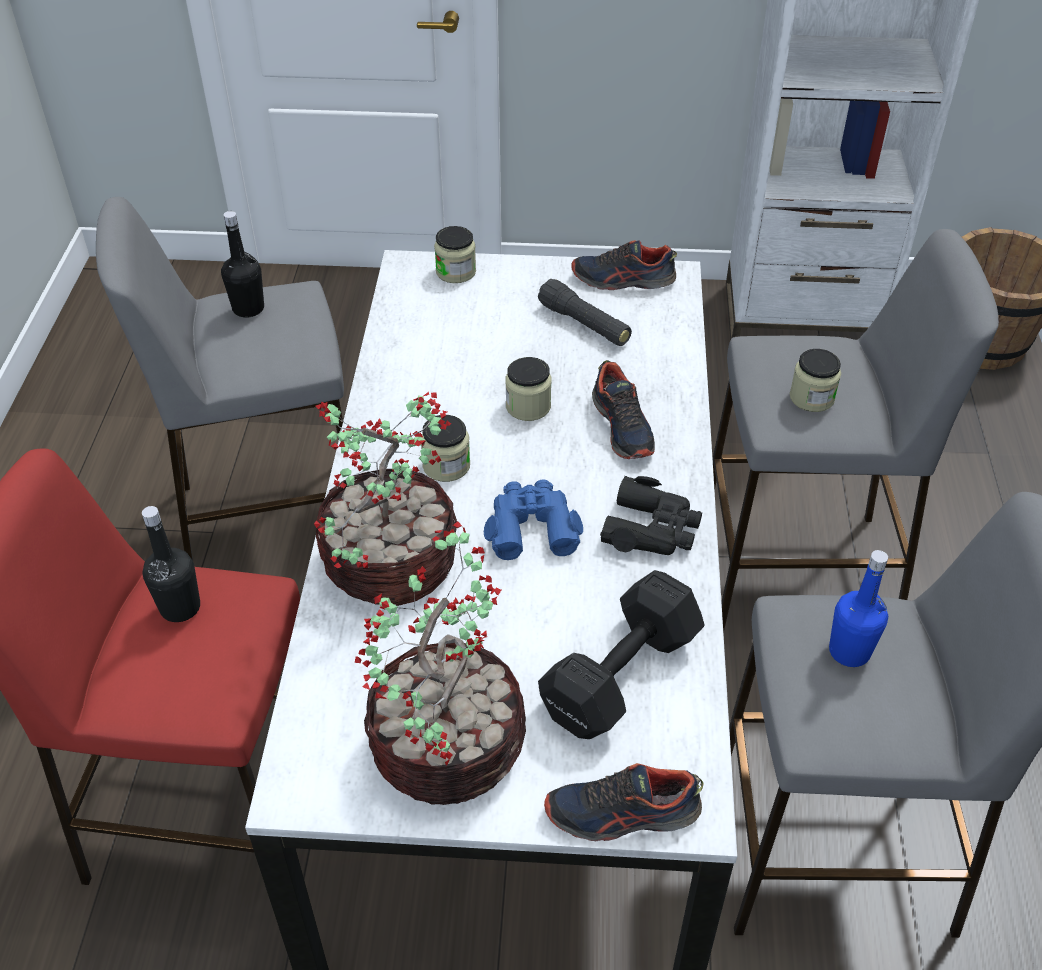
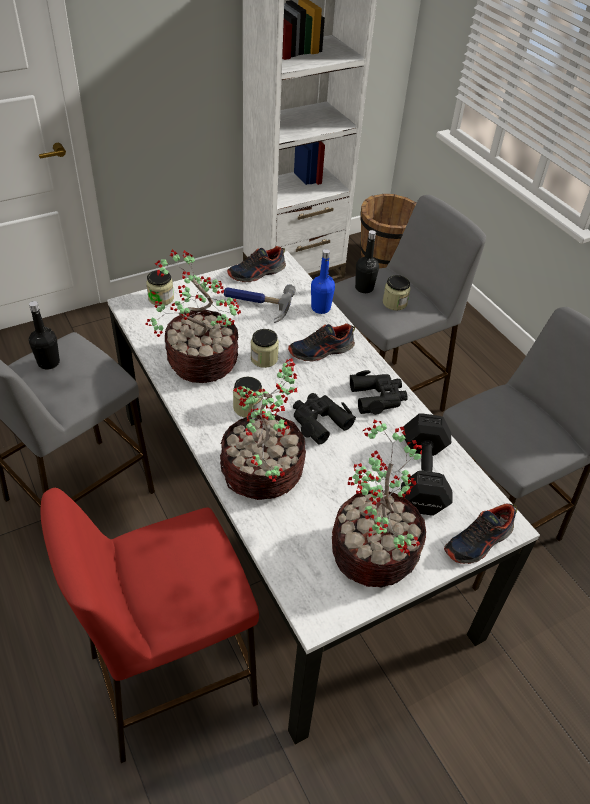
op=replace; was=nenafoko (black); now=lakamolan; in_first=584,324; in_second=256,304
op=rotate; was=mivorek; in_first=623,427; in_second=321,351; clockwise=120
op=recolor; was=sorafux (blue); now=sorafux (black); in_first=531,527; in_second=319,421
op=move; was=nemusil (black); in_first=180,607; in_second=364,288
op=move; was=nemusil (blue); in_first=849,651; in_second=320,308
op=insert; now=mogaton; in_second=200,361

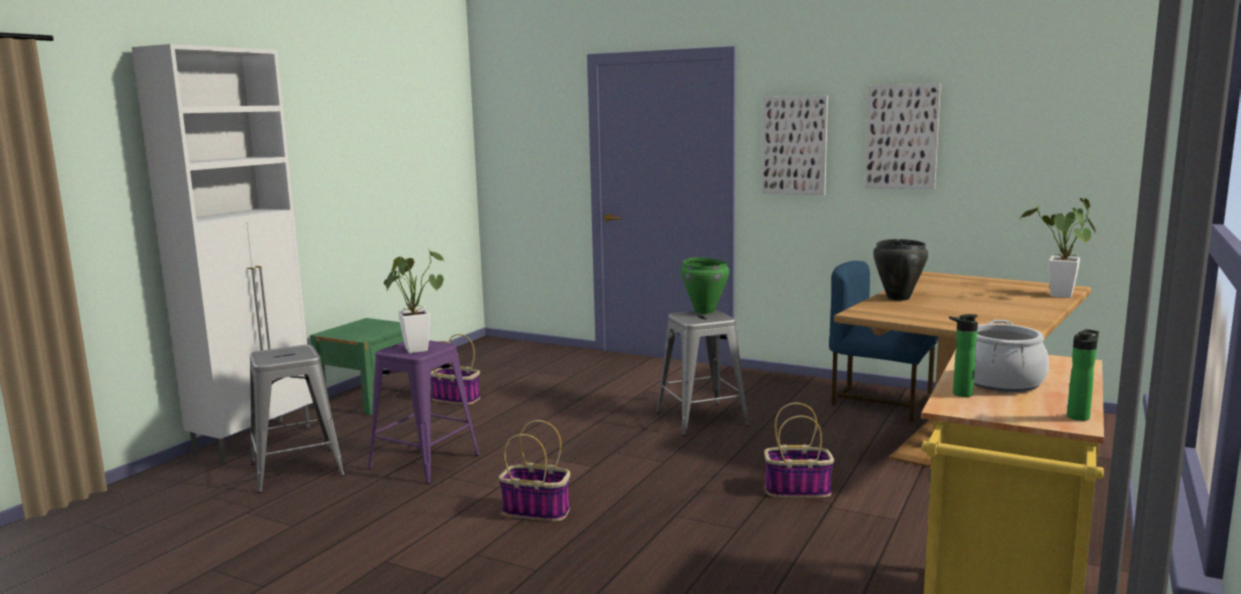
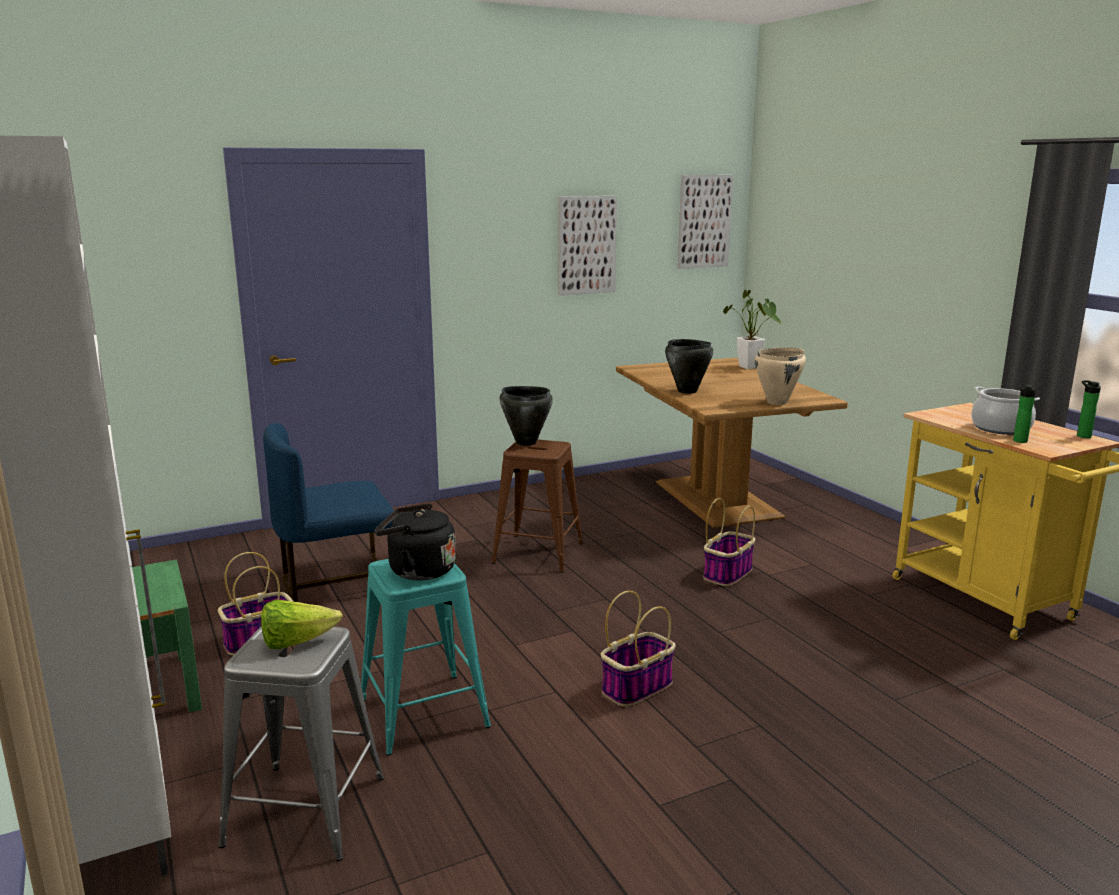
op=move; was=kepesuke; in_first=794,145; in_second=704,221
op=replace; was=mogaton; now=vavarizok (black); in_first=416,348; in_second=417,571
op=recolor; was=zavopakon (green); now=zavopakon (black); in_first=704,311; in_second=525,442
op=move; was=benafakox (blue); in_first=879,402; in_second=337,581
op=recolor; was=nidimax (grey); now=nidimax (brown); in_first=701,419; in_second=538,553
op=recolor; was=nidimax (purple); now=nidimax (turquoise); in_first=424,462; in_second=424,713
op=insert; now=zavopakon (beige); in_second=777,402
op=insert; now=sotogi; in_second=296,642

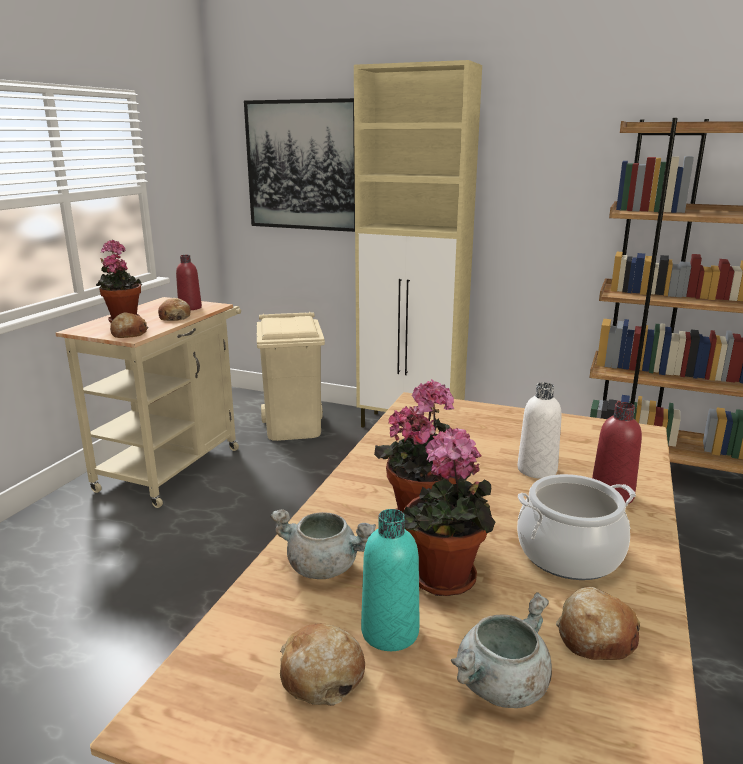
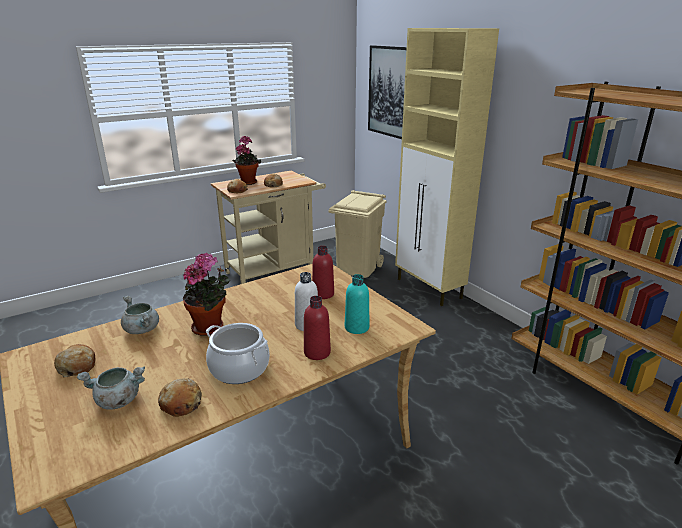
op=move; was=nemusil (red); in_first=190,308; in_second=323,294
op=delete; was=mogaton; in_first=445,582
op=move; was=nemusil (turquoise); in_first=390,631; in_second=356,327

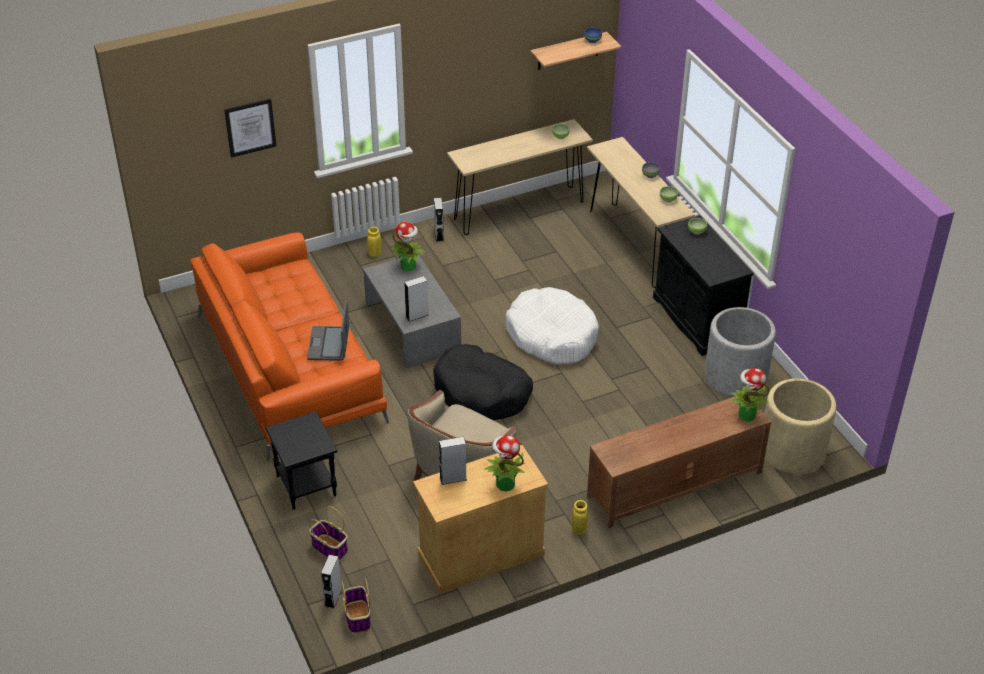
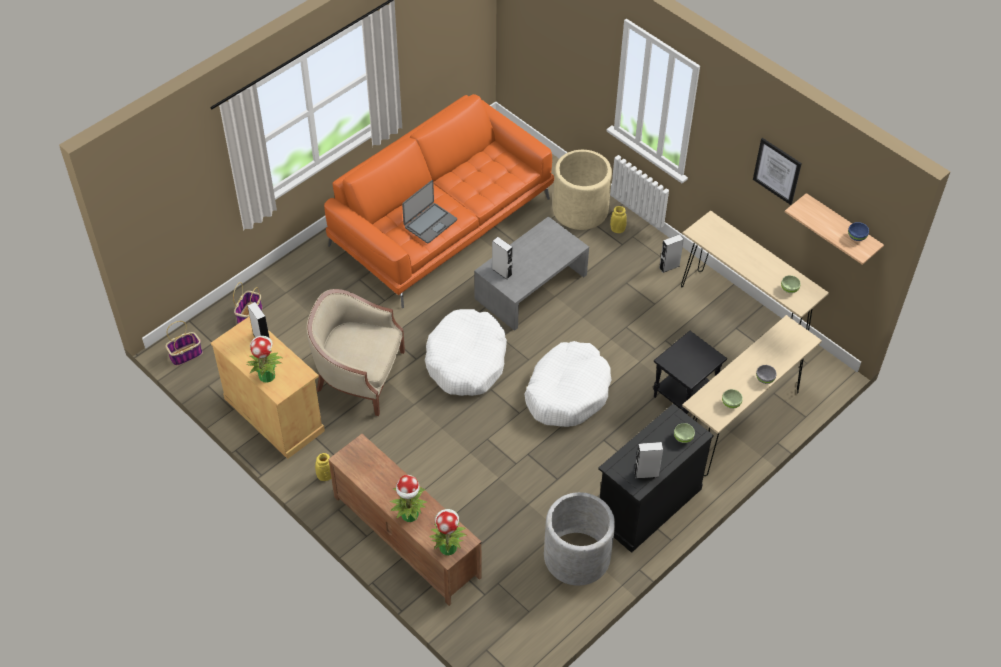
op=move; was=kepesuke; in_first=250,127; in_second=777,171
op=move; was=mogaton; in_first=408,266; in_second=410,515
op=rotate; was=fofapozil; in_first=329,344; in_second=430,223; clockwise=150
op=recolor; was=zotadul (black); now=zotadul (white); in_first=482,393; in_second=466,361
op=move; was=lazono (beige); in_first=792,451; in_second=580,210
op=move; was=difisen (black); in_first=305,485; in_second=683,395
op=move; was=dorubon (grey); in_first=333,597; in_second=646,473

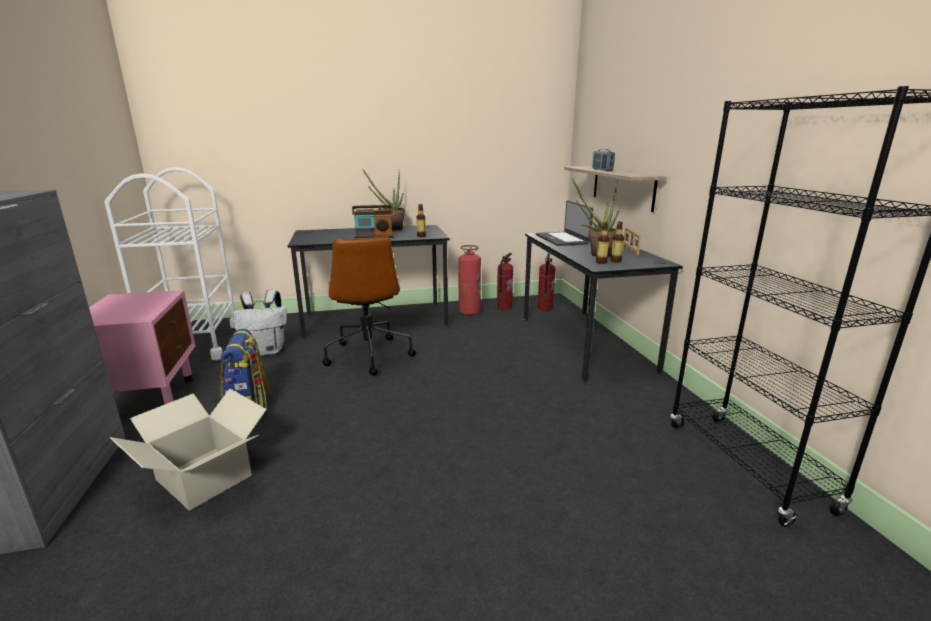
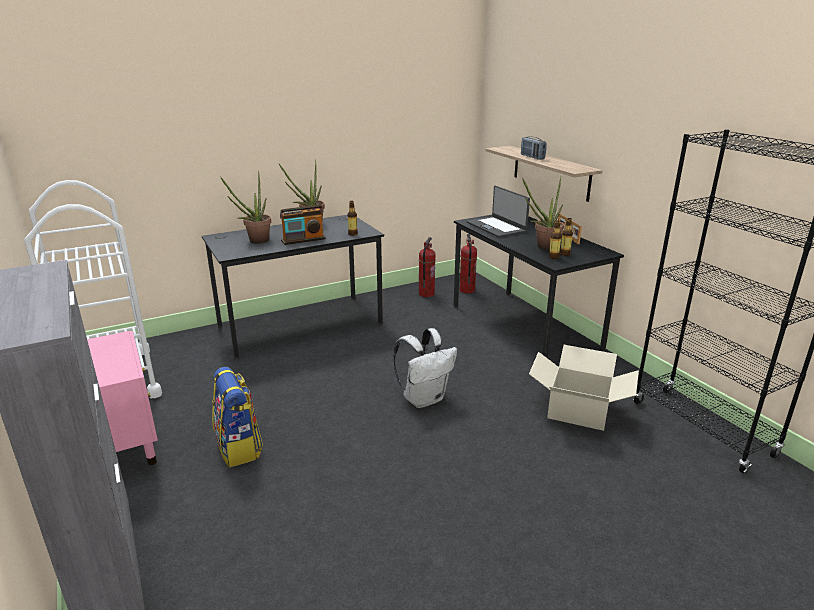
op=delete; was=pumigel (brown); in_first=368,355
op=delete; was=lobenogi; in_first=469,312
op=move; was=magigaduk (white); in_first=266,351; in_second=424,398
op=move; was=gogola; in_first=204,476; in_second=578,410
op=insert; now=mogaton; in_second=255,241

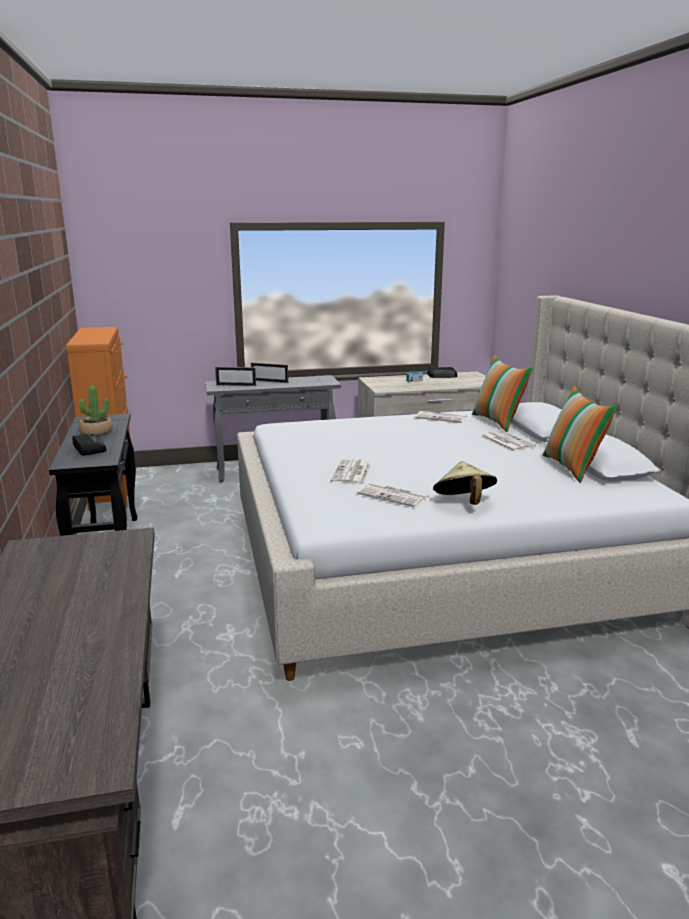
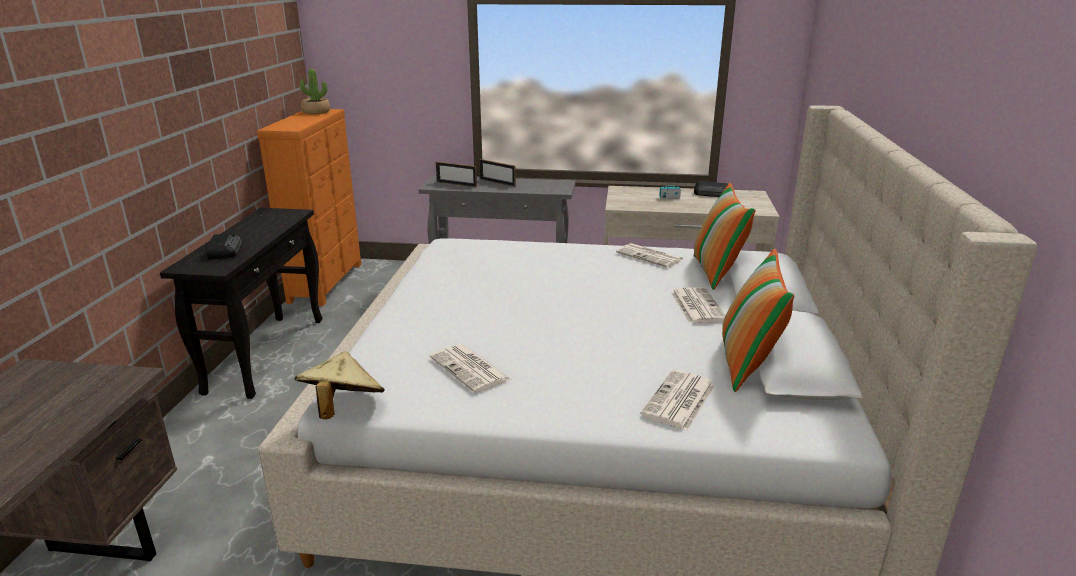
op=move; was=mogaton; in_first=96,432; in_second=316,112
op=move; was=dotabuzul; in_first=352,473; in_second=679,401
op=move; was=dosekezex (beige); in_first=463,503; in_second=342,408

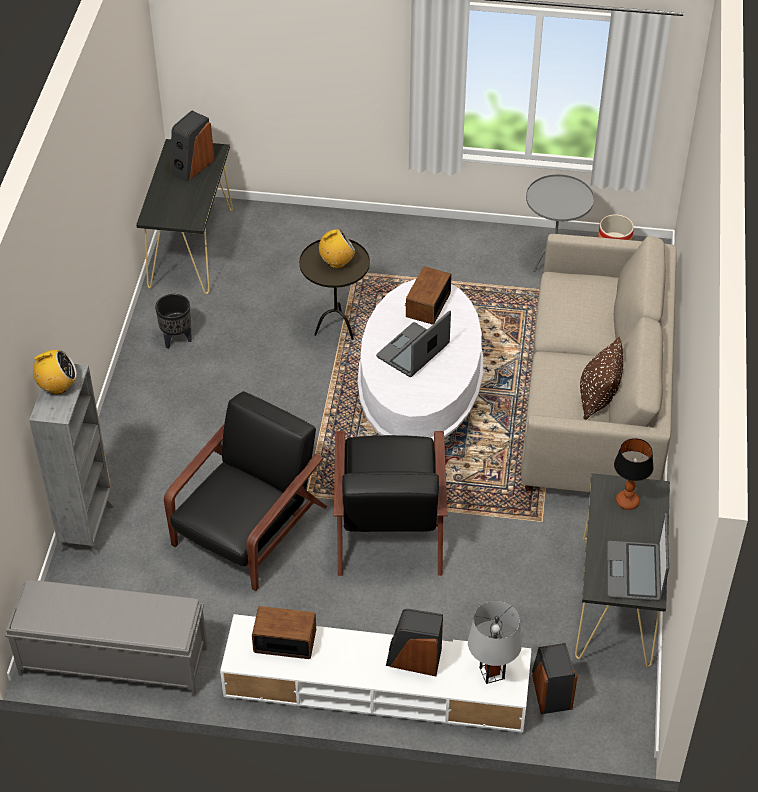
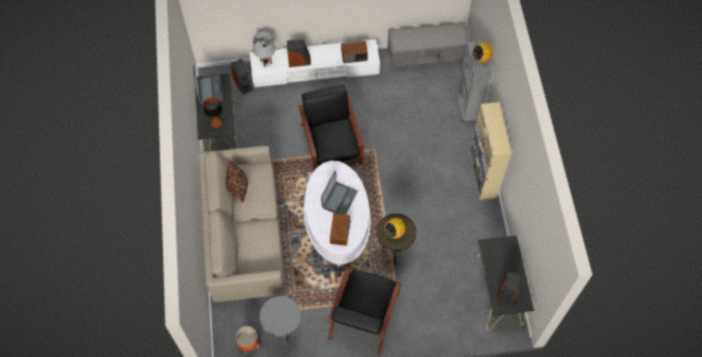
op=delete; was=lazono (black); in_first=176,339
op=move; was=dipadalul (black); in_first=248,528; in_second=364,315
op=insert; now=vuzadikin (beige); in_second=482,175

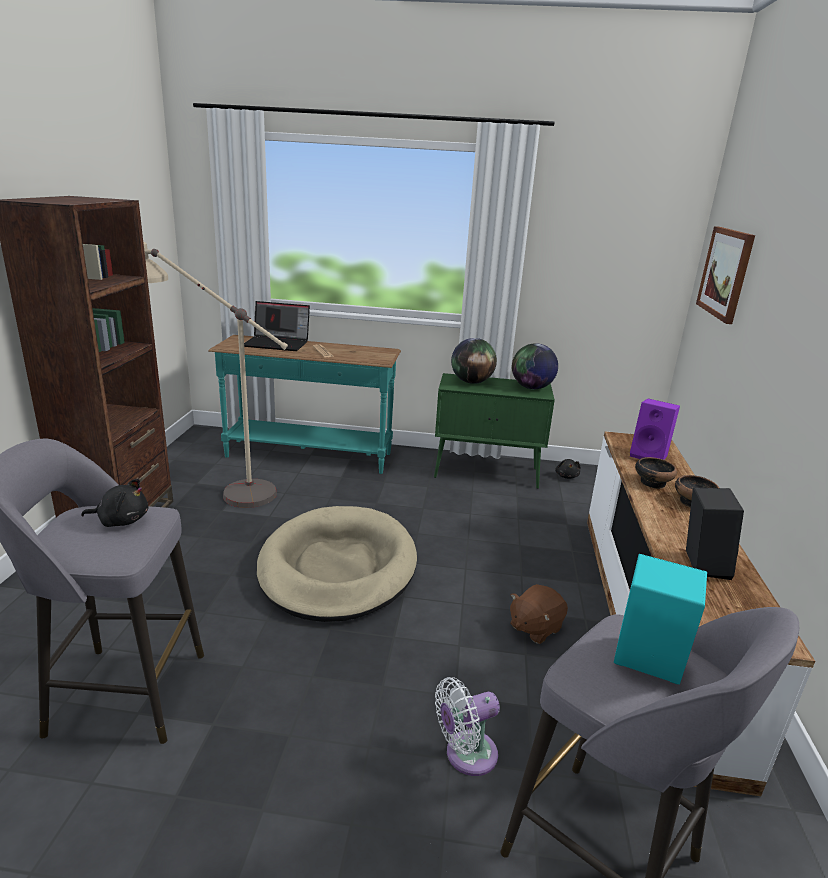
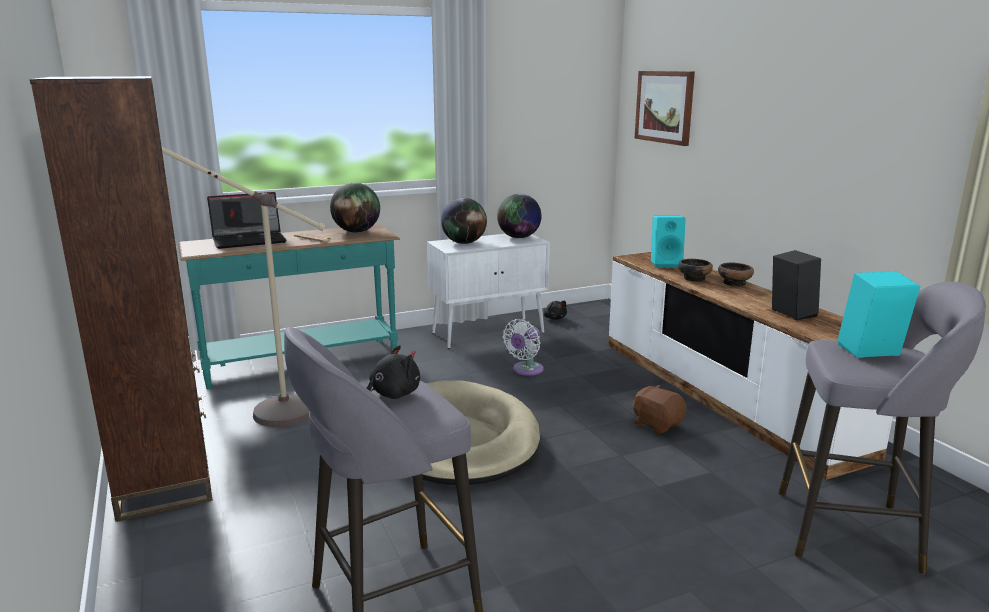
op=recolor; was=vuzadikin (green); now=vuzadikin (white); in_first=487,473; in_second=489,333
op=recolor; was=dorubon (purple); now=dorubon (turquoise); in_first=650,455; in_second=666,263
op=rotate; was=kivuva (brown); in_first=534,627; in_second=657,424; clockwise=120
op=move; was=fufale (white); in_first=466,755; in_second=526,370
op=insert; now=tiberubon; in_second=357,231

